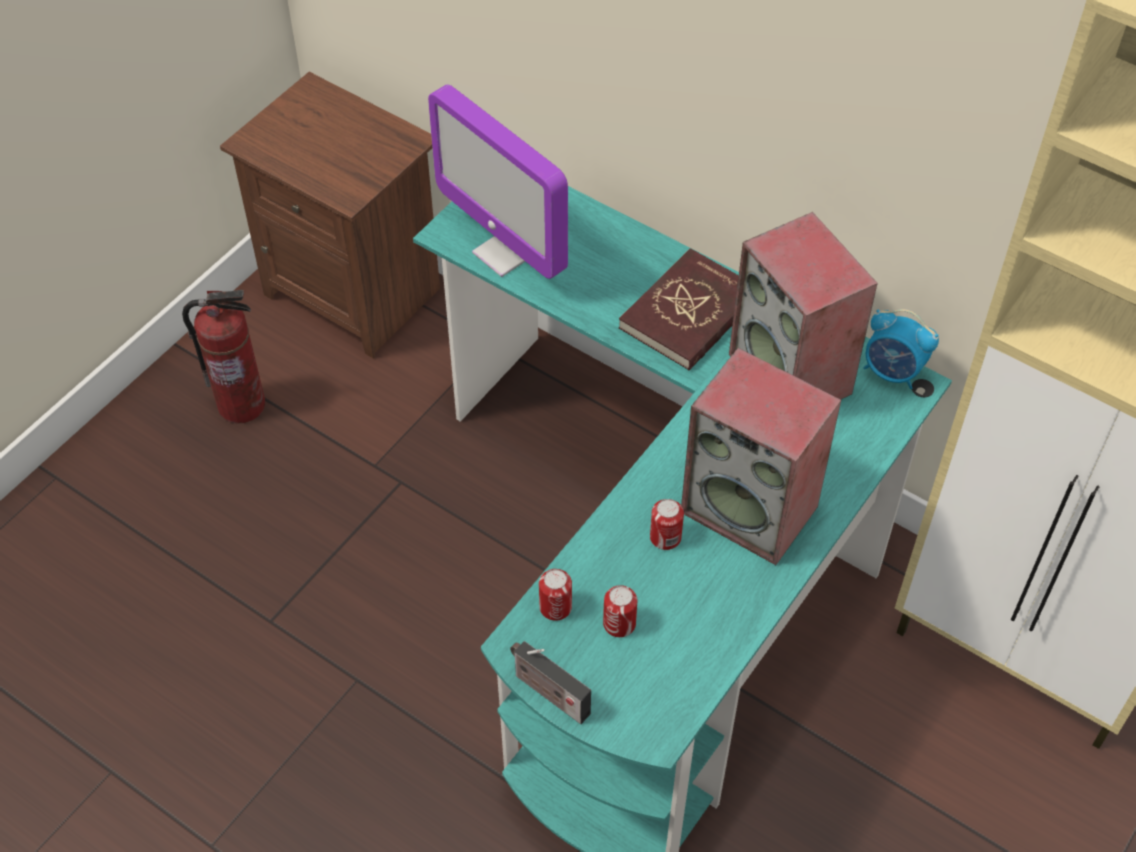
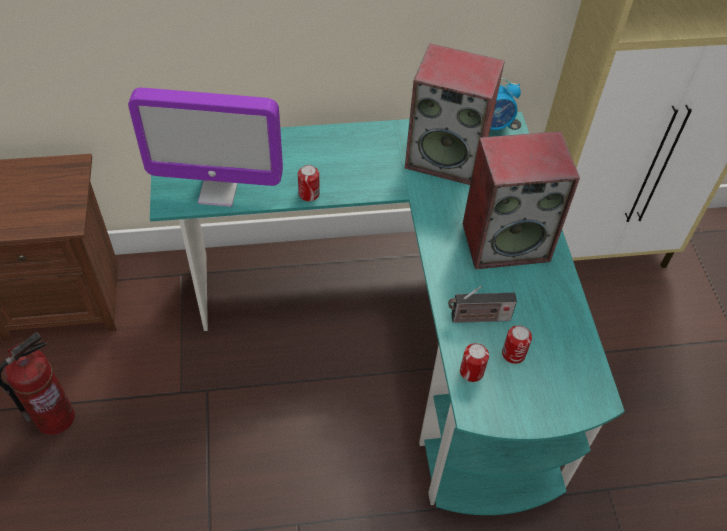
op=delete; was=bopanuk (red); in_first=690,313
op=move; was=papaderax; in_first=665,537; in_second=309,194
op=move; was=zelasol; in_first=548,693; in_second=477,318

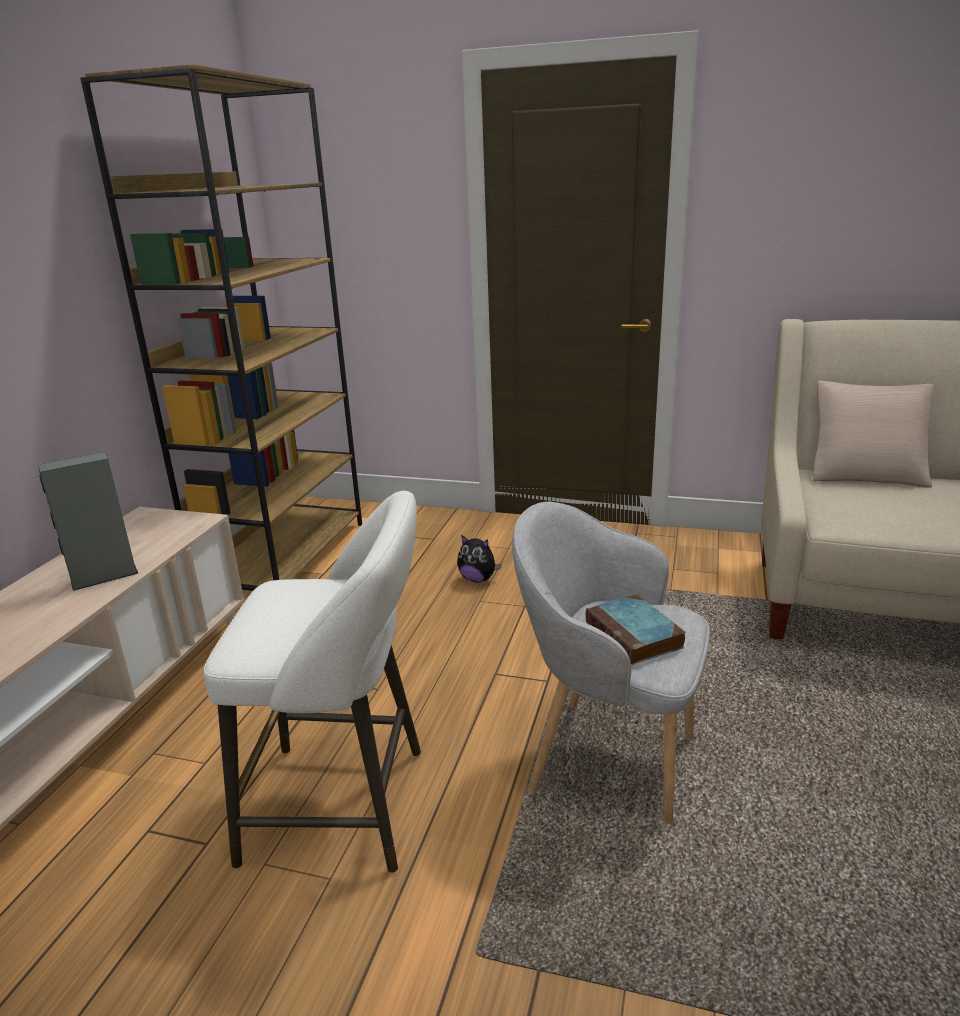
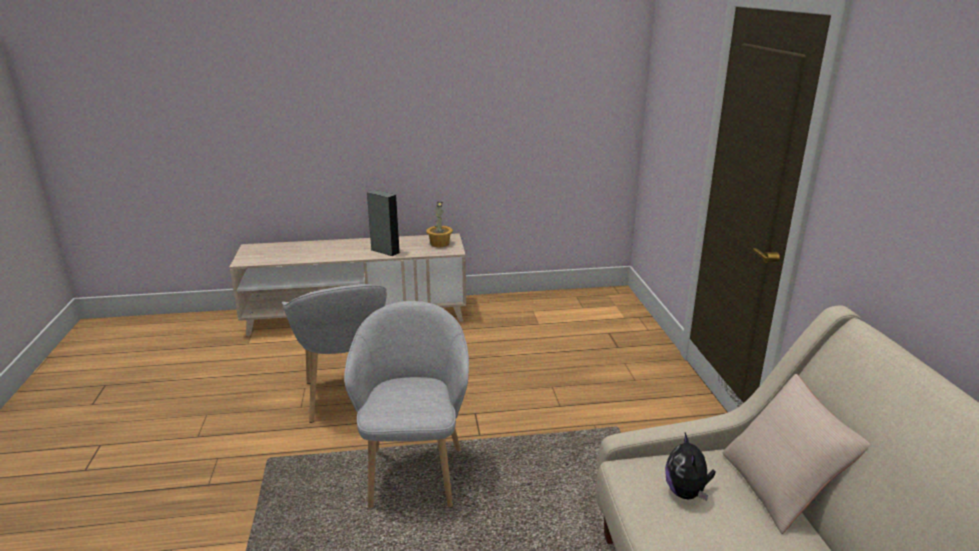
op=delete; was=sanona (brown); in_first=285,556
op=replace; was=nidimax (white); now=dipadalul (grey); in_first=347,806; in_second=345,397
op=move; was=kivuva; in_first=478,579; in_second=686,493
op=delete; was=bopanuk; in_first=635,636
op=insert; now=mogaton; in_second=440,243

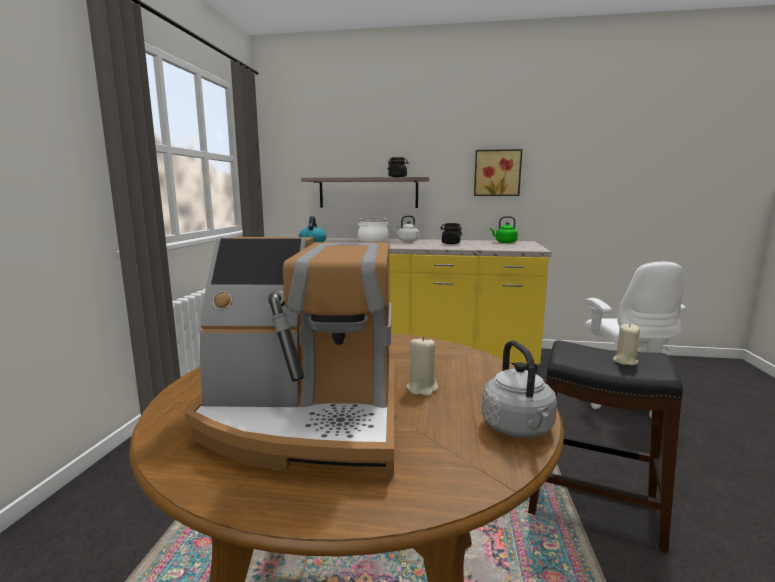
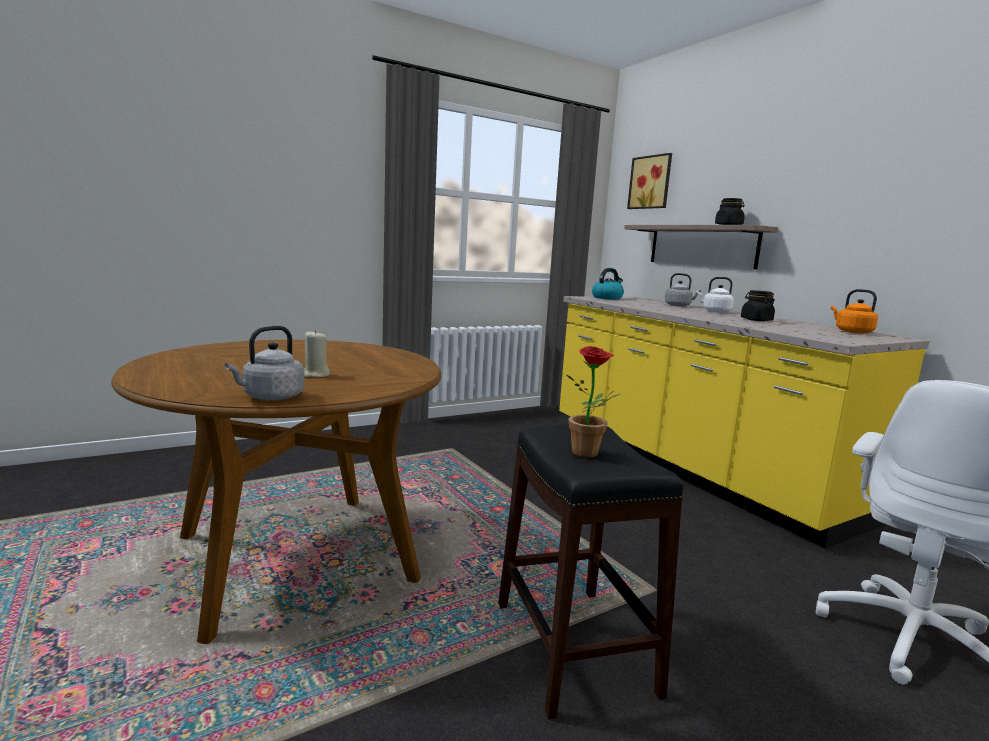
op=move; was=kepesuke; in_first=497,173; in_second=651,182
op=recolor; was=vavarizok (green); now=vavarizok (orange); in_first=504,242; in_second=851,332
op=replace; was=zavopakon; now=vavarizok (grey); in_first=373,240; in_second=679,305
op=delete; was=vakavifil; in_first=306,420
op=replace; was=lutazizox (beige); now=mogaton; in_first=625,361; in_second=590,454

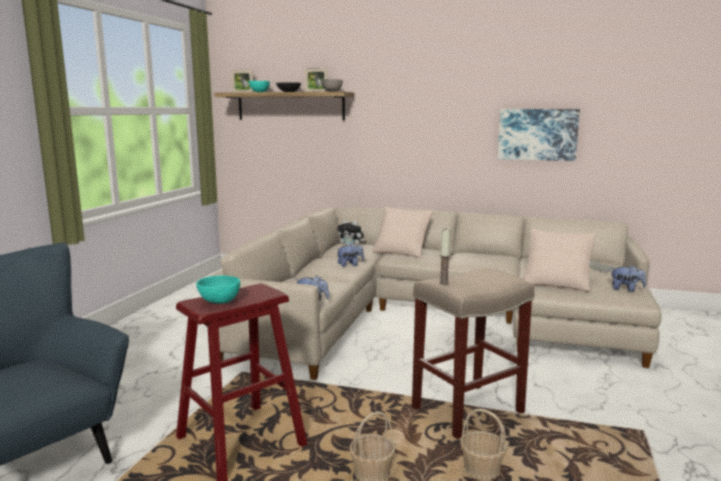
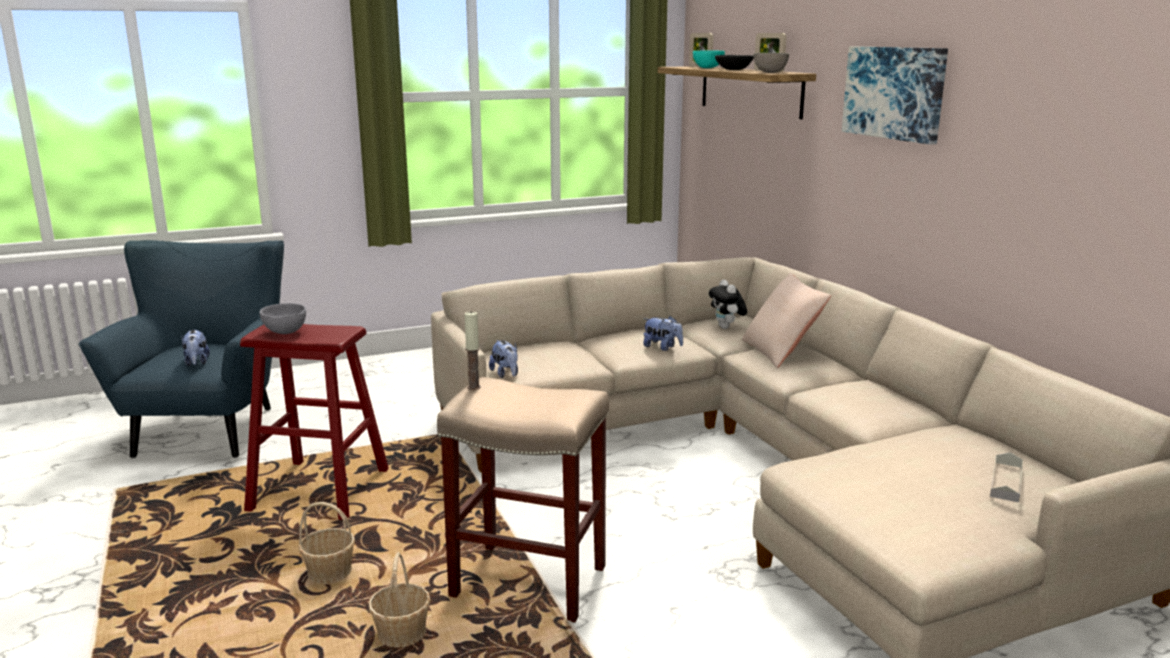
op=move; was=kepesuke; in_first=537,134; in_second=894,93
op=delete; was=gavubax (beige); in_first=557,283
op=move; was=kivuva; in_first=626,289; in_second=196,363
op=recolor; was=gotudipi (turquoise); now=gotudipi (grey); in_first=219,302; in_second=284,332

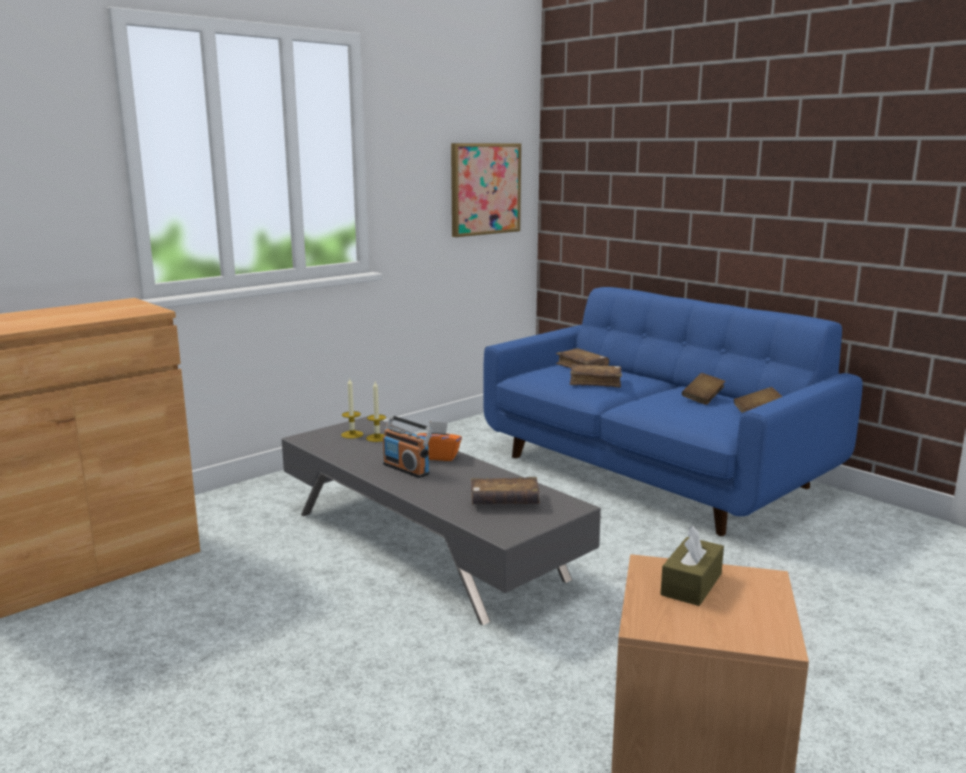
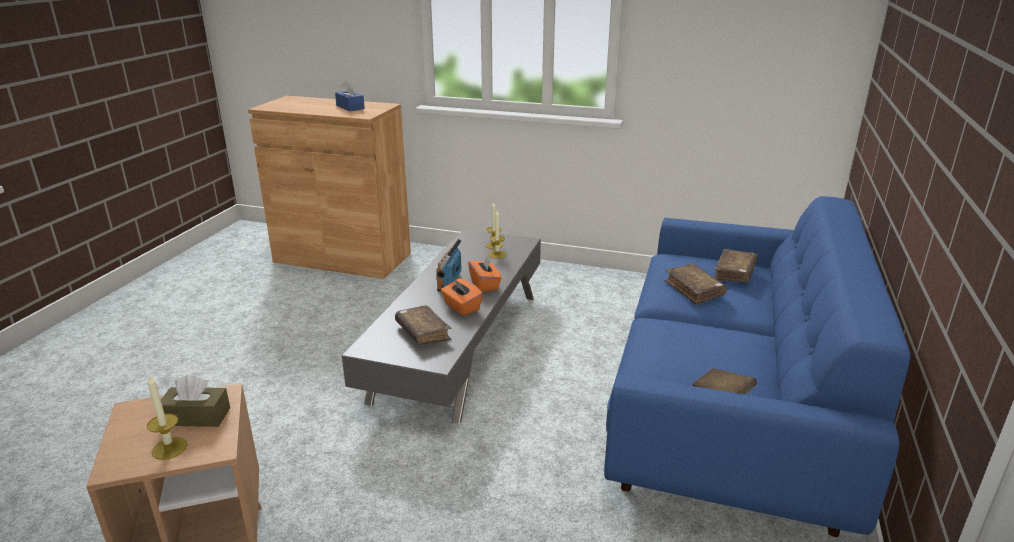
op=delete; was=kepesuke; in_first=485,189
op=delete; was=bopanuk (brown); in_first=703,398
op=insert; now=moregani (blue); in_second=350,107
op=insert; now=moregani (orange); in_second=461,307
op=insert; now=lutazizox; in_second=169,448

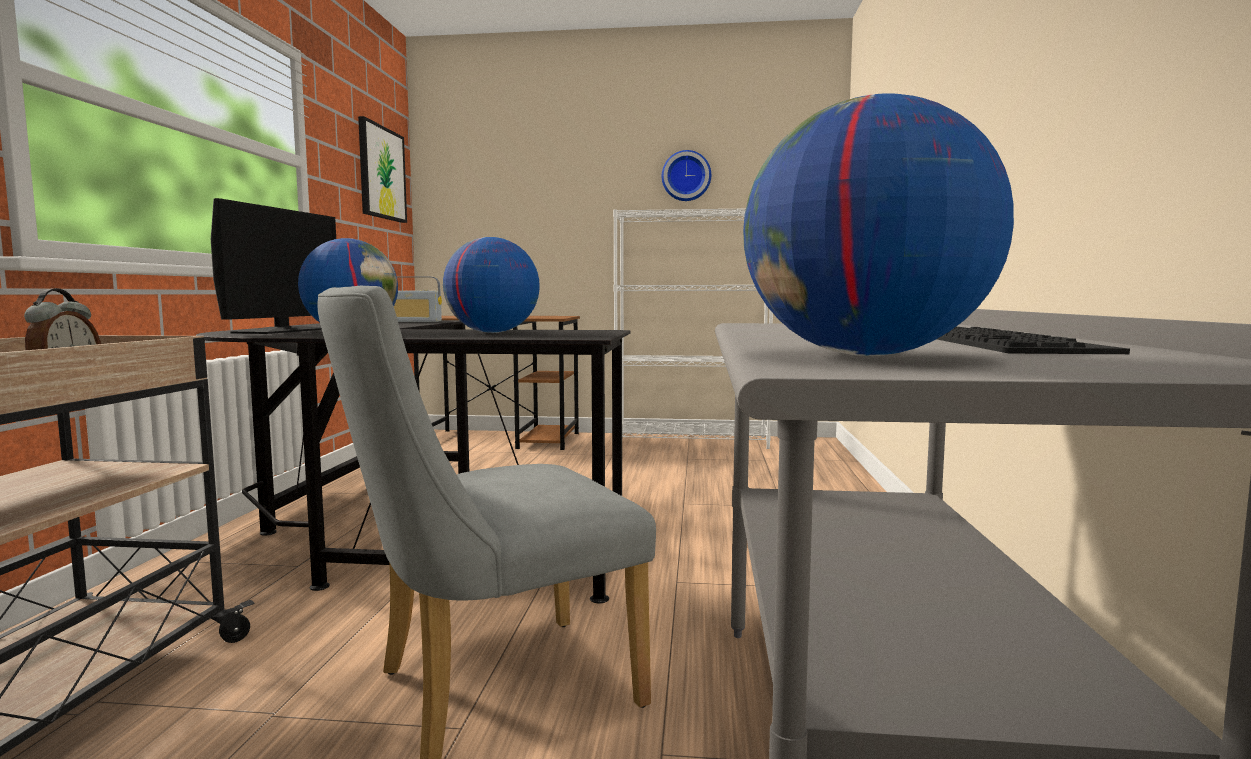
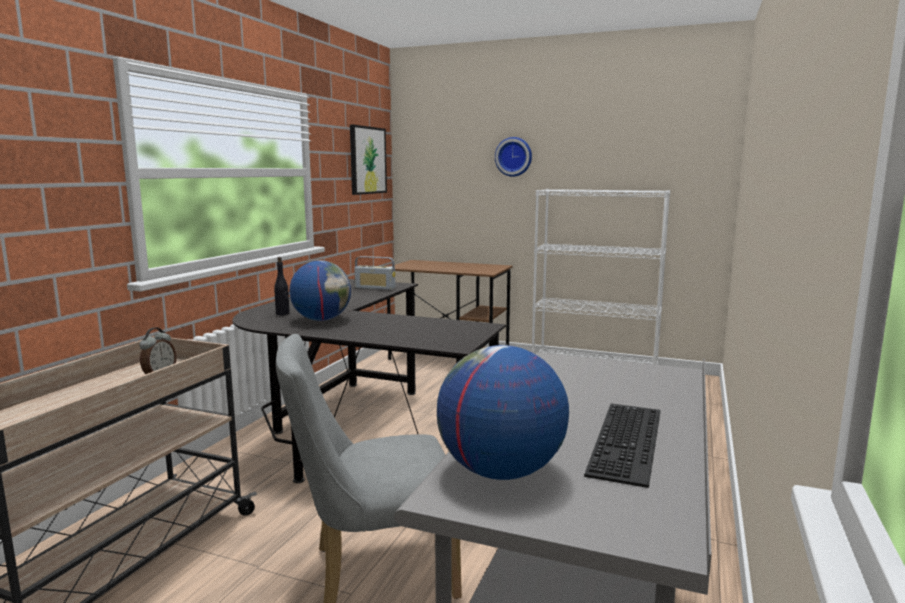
op=move; was=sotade; in_first=686,176; in_second=514,156
op=replace; was=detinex; now=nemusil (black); in_first=282,331; in_second=282,313
op=delete; was=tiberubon; in_first=492,332

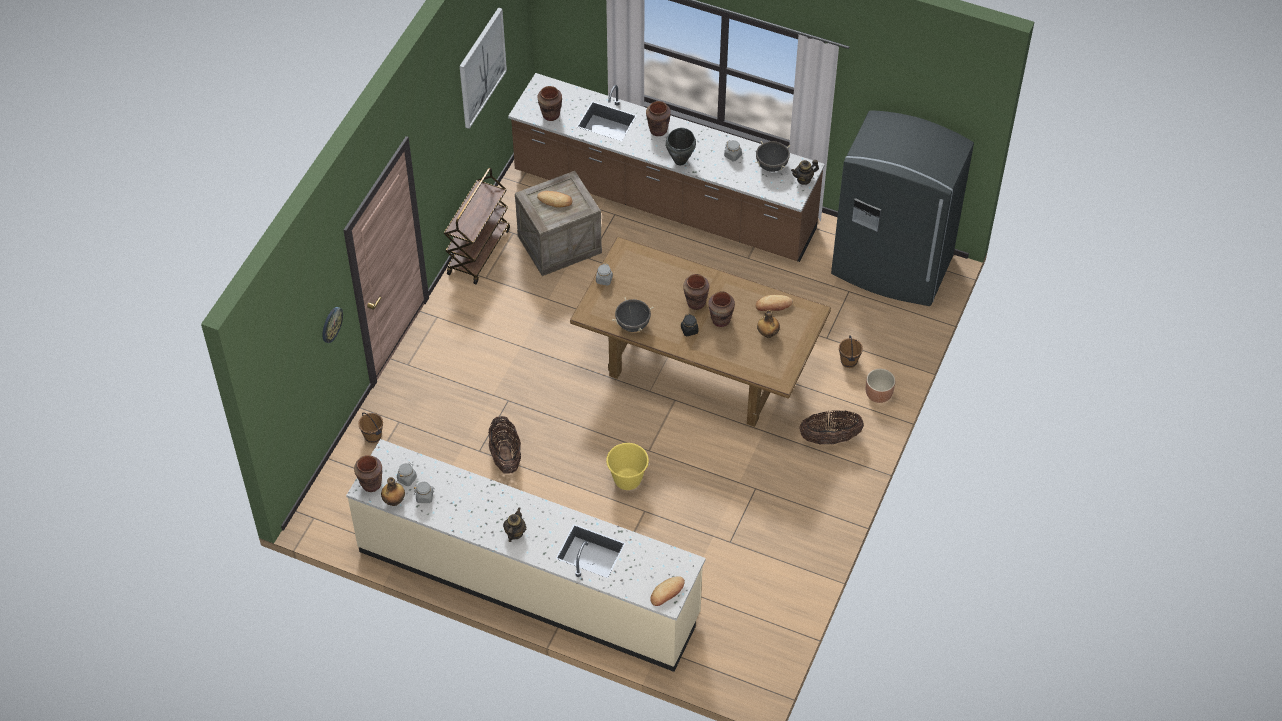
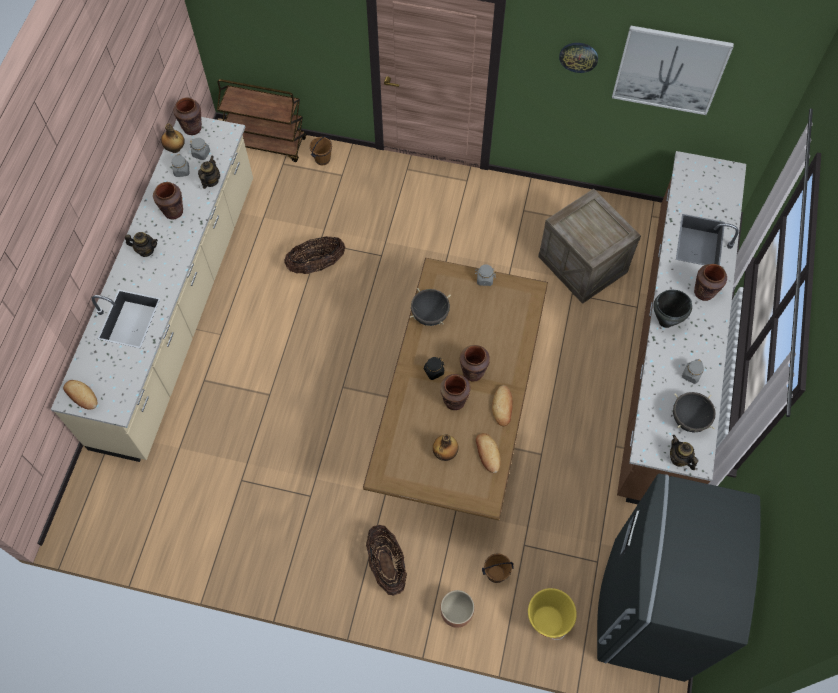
op=move; was=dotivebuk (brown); in_first=550,115; in_second=173,211
op=move; was=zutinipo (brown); in_first=478,251; in_second=267,143
op=move; was=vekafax; in_first=555,200; in_second=502,407
op=move; was=sotade; in_first=331,324; in_second=578,56
op=move; was=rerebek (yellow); in_first=627,479; in_second=547,620
op=insert; now=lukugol; in_second=211,181

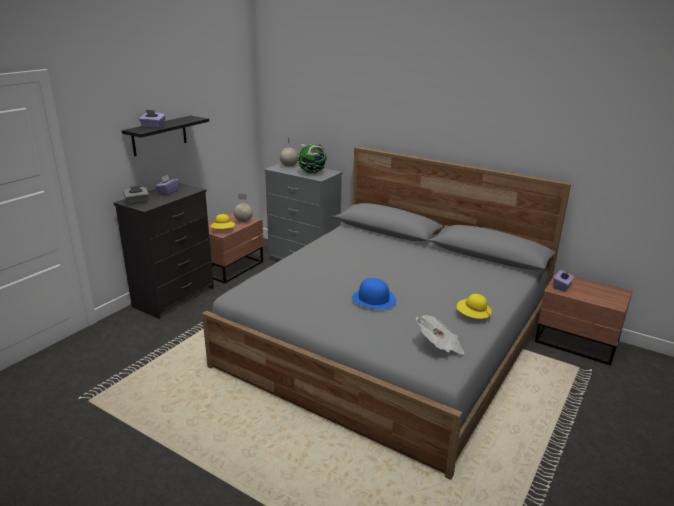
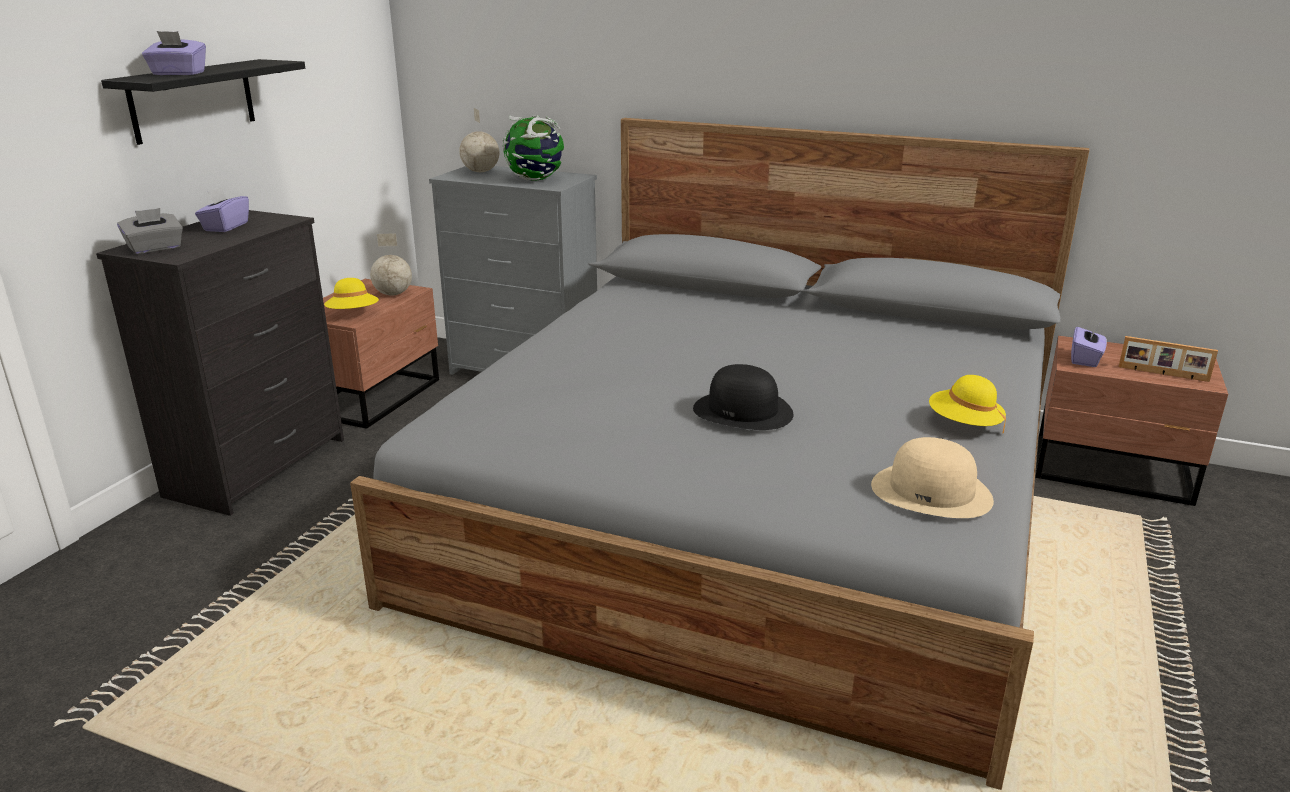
op=recolor; was=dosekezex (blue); now=dosekezex (black); in_first=374,299; in_second=743,411
op=replace; was=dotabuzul; now=dosekezex (beige); in_first=439,346; in_second=931,491
op=insert; now=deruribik; in_second=1163,374

